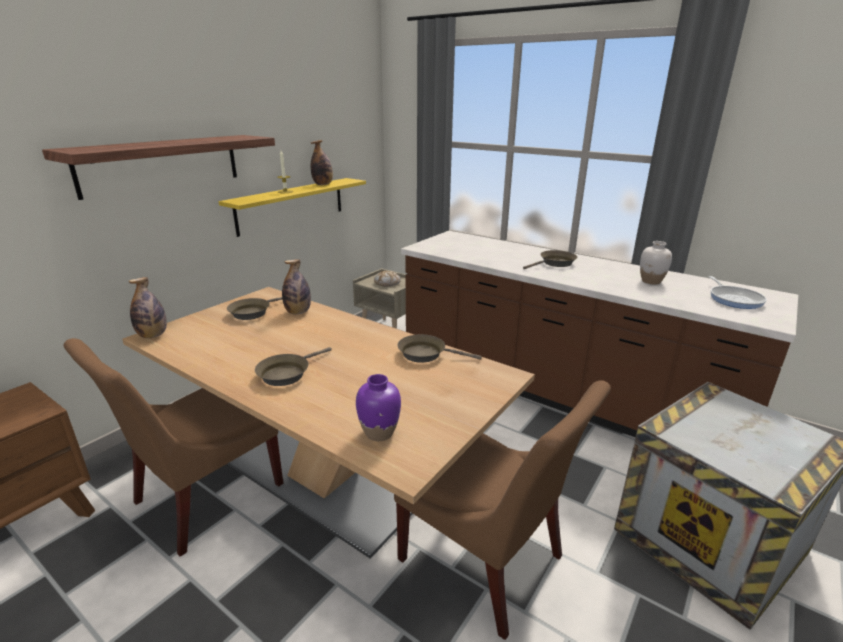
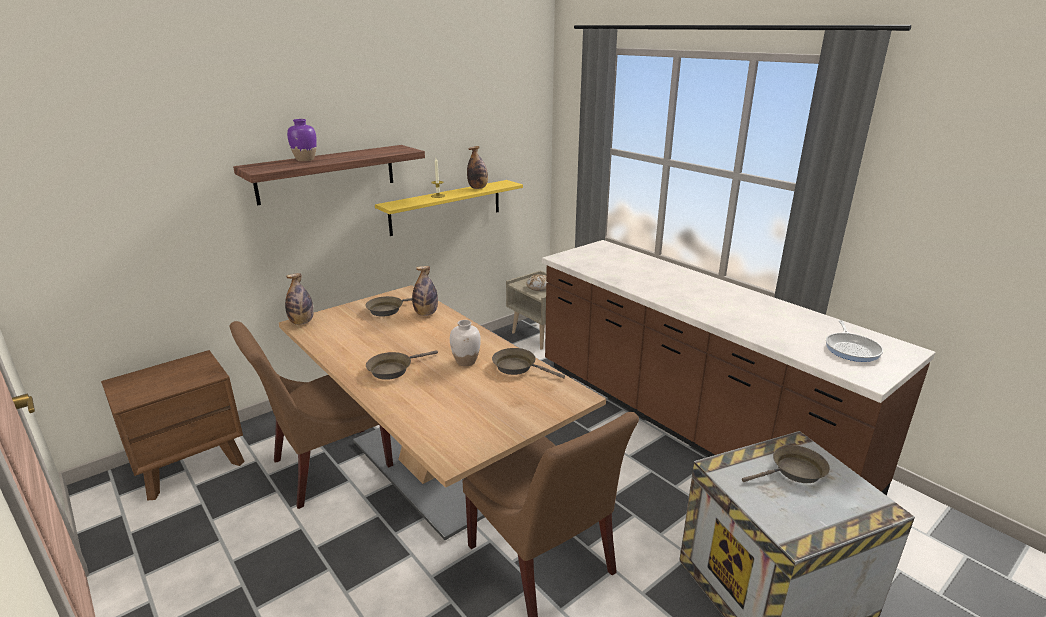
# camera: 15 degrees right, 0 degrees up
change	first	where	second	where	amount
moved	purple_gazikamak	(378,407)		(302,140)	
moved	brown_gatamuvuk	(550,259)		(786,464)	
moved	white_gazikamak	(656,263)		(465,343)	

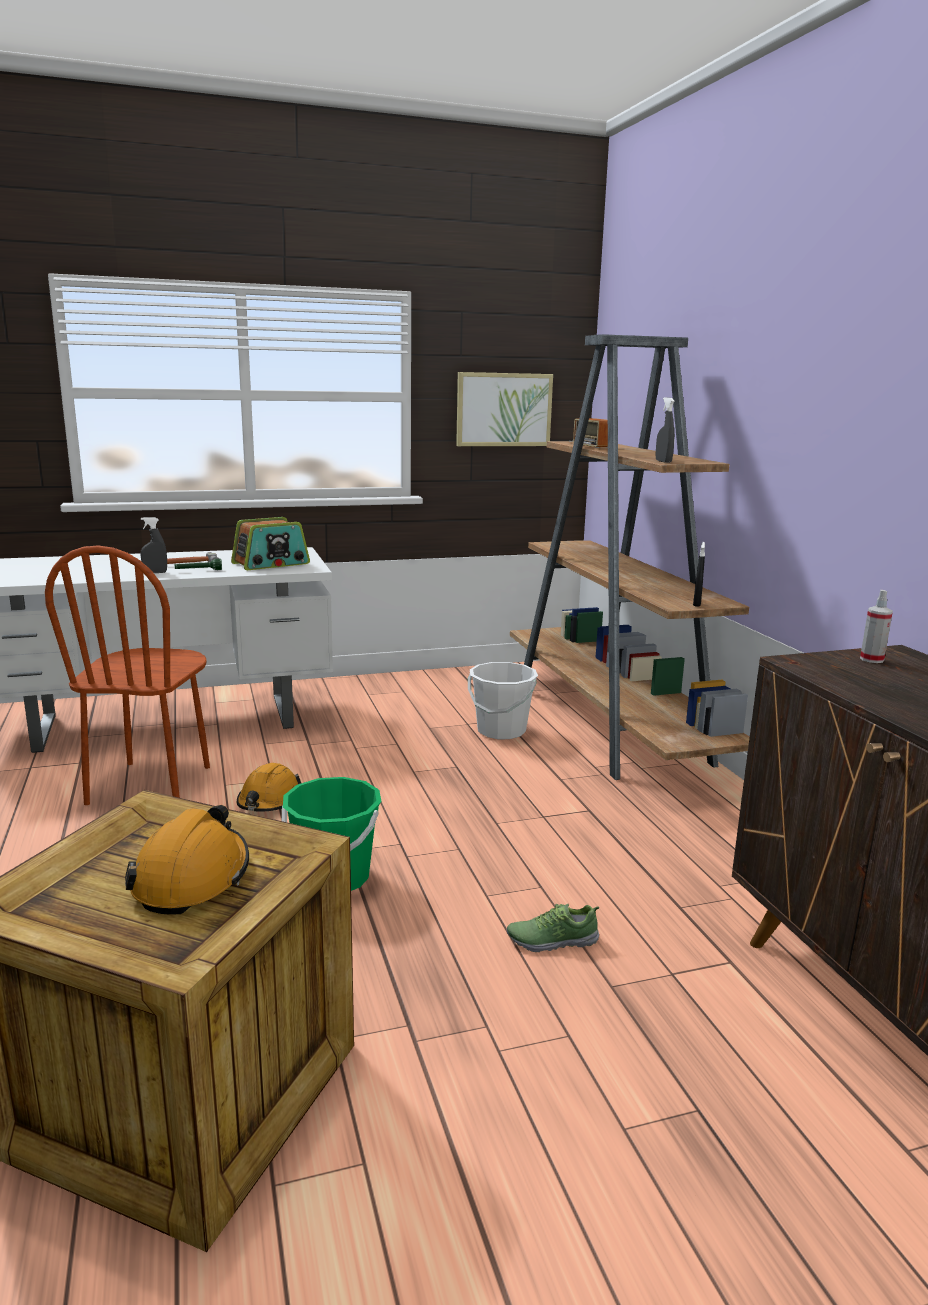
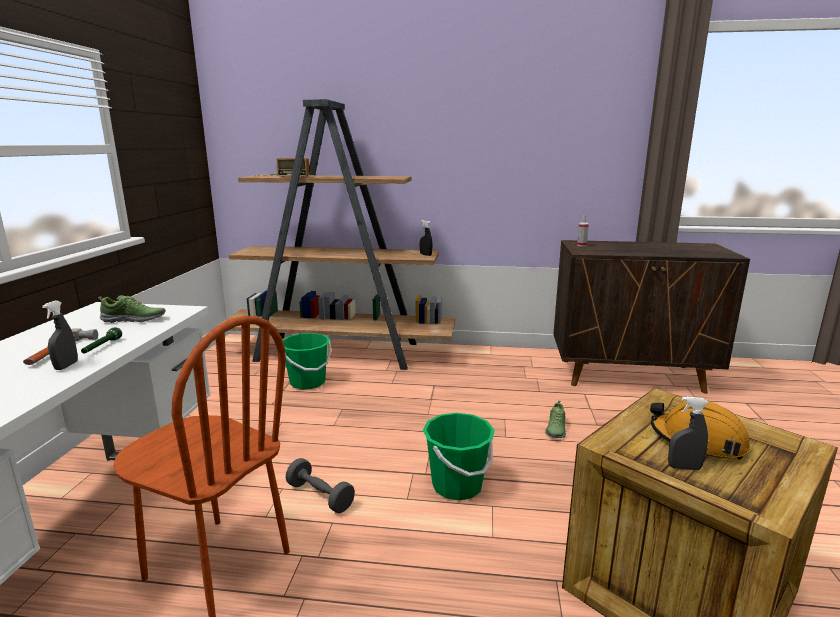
# camera: 65 degrees left, 0 degrees up
change	first	where	second	where	amount
replaced	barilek	(270,543)	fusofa	(132,309)	
replaced	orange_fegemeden	(269,787)	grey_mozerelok	(320,485)	
removed	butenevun	(504,409)			
recoloured	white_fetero	(503,700)	green_fetero	(307,361)	
moved	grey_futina	(665,430)		(688,433)	

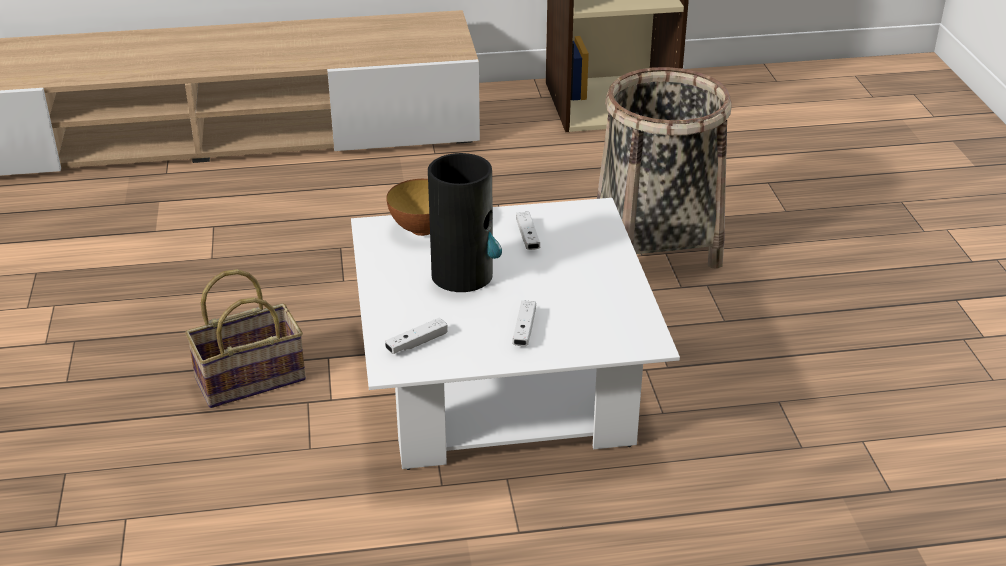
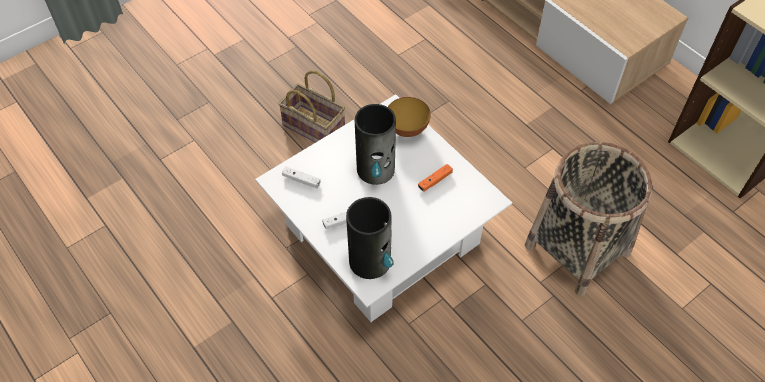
# camera: 60 degrees right, 20 degrees up
change	first	where	second	where	amount
recoloured	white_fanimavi	(528,231)	orange_fanimavi	(435,178)	
added			gazikamak	(370,238)	

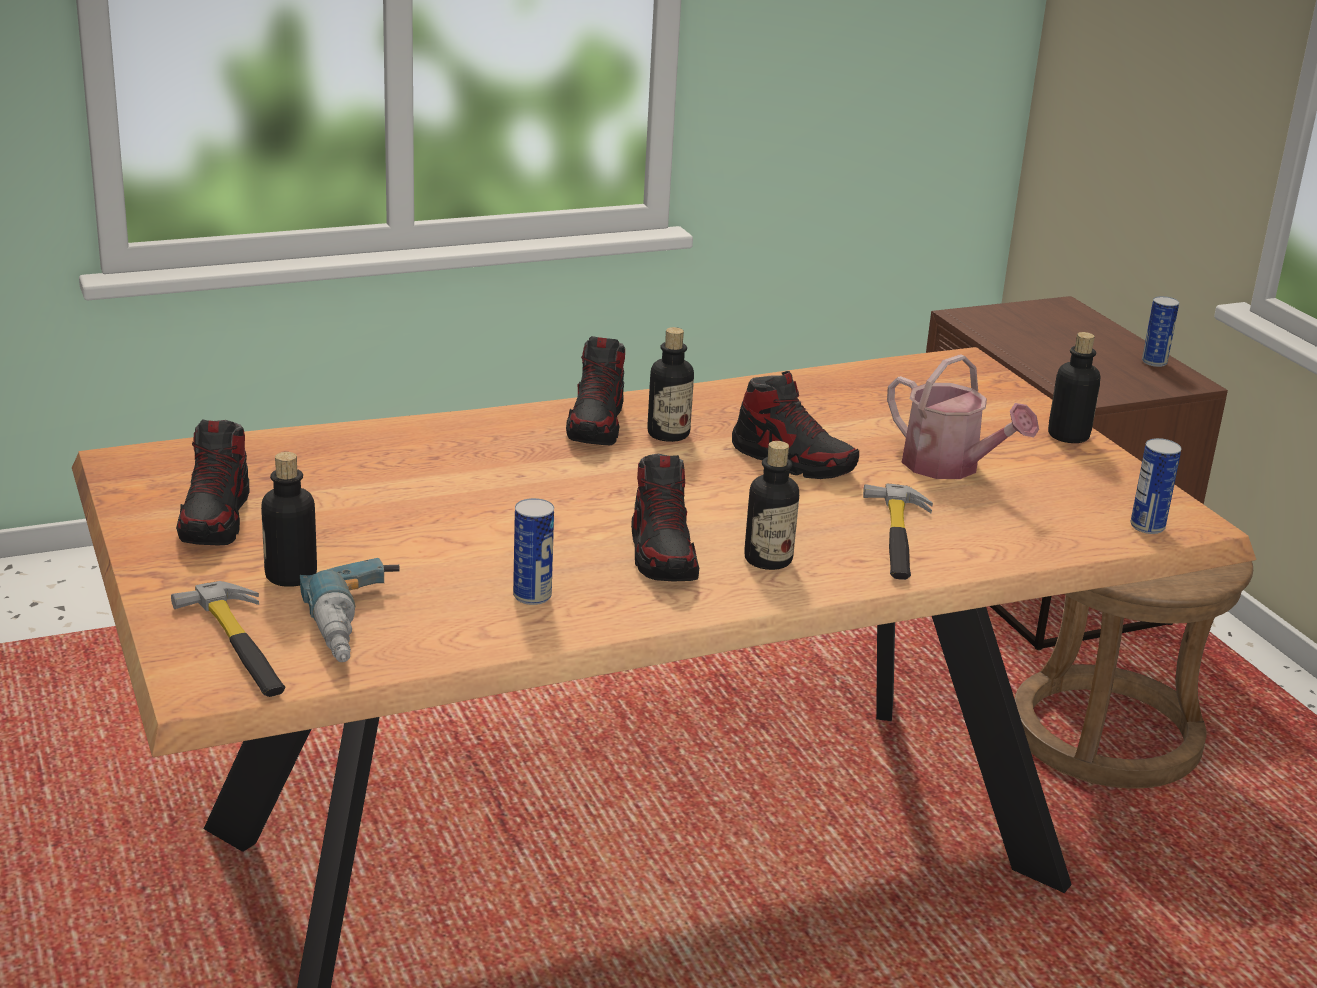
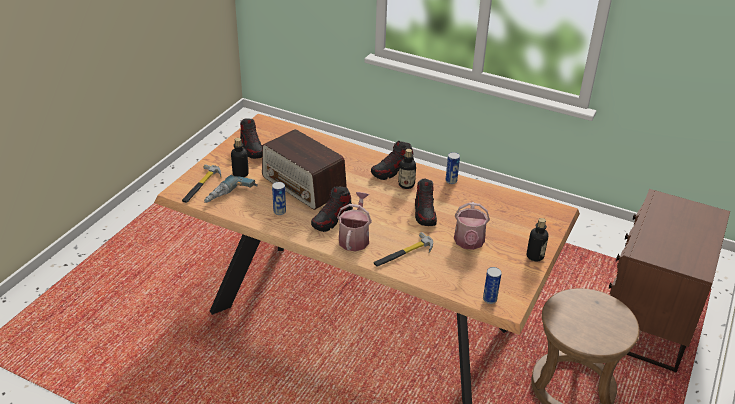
# camera: 50 degrees right, 10 degrees up
change	first	where	second	where	amount
turned	fusofa	(213,482)		(251,138)	75 degrees counterclockwise
replaced	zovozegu	(771,505)	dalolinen	(354,222)	
moved	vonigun	(1160,331)		(453,168)	
added			barilek	(304,169)	

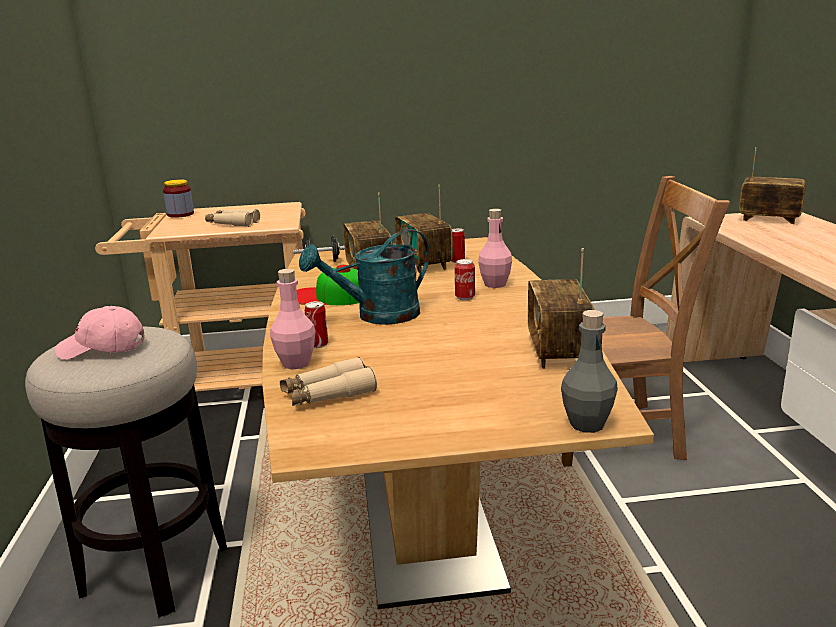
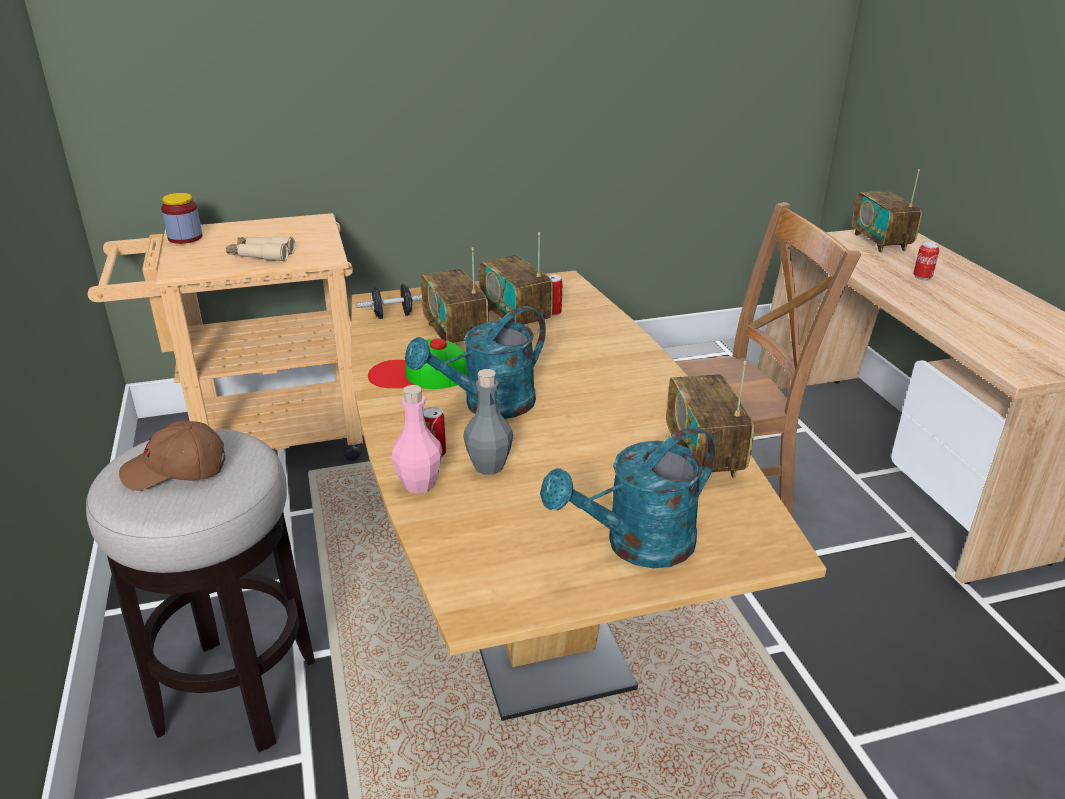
# camera: 10 degrees left, 10 degrees up
change	first	where	second	where	amount
recoloured	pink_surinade	(100,333)	brown_surinade	(172,456)	
removed	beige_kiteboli	(328,381)			
moved	vonigun	(465,279)		(926,261)	
removed	pink_zovozegu	(495,248)			
moved	grey_zovozegu	(589,371)		(488,422)	
turned	barilek	(772,185)		(887,211)	120 degrees counterclockwise
added			turquoise_dalolinen	(628,497)	

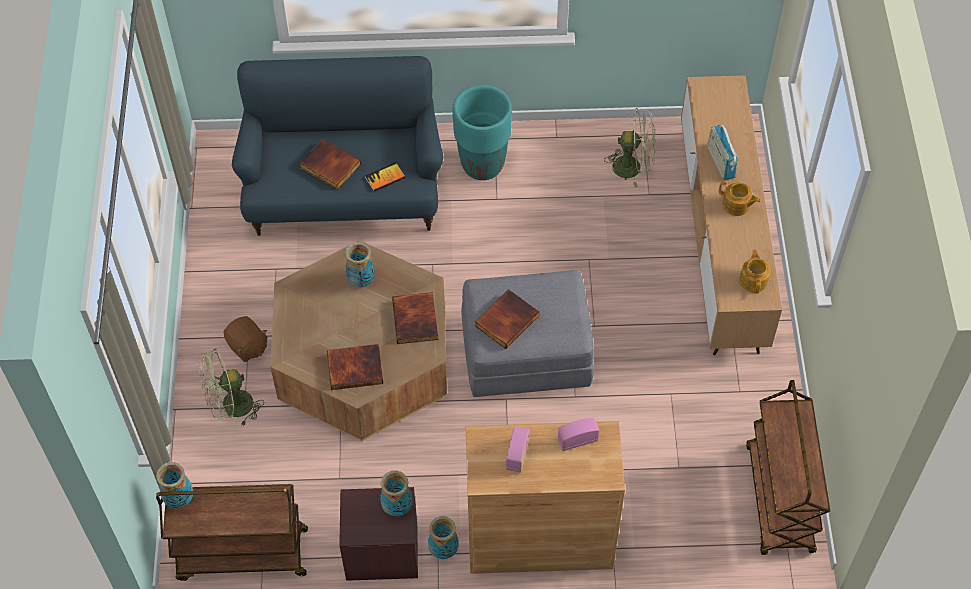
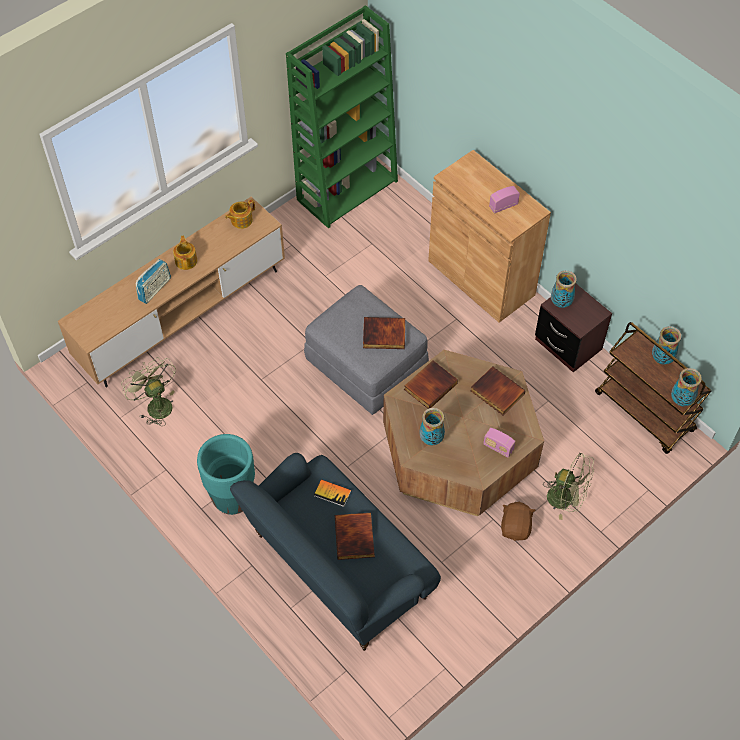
# camera: 130 degrees left, 0 degrees up
change	first	where	second	where	amount
moved	gazikamak	(443,537)		(666,345)	
moved	barilek	(578,434)		(499,443)	
replaced	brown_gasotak	(788,467)	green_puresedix	(342,116)	

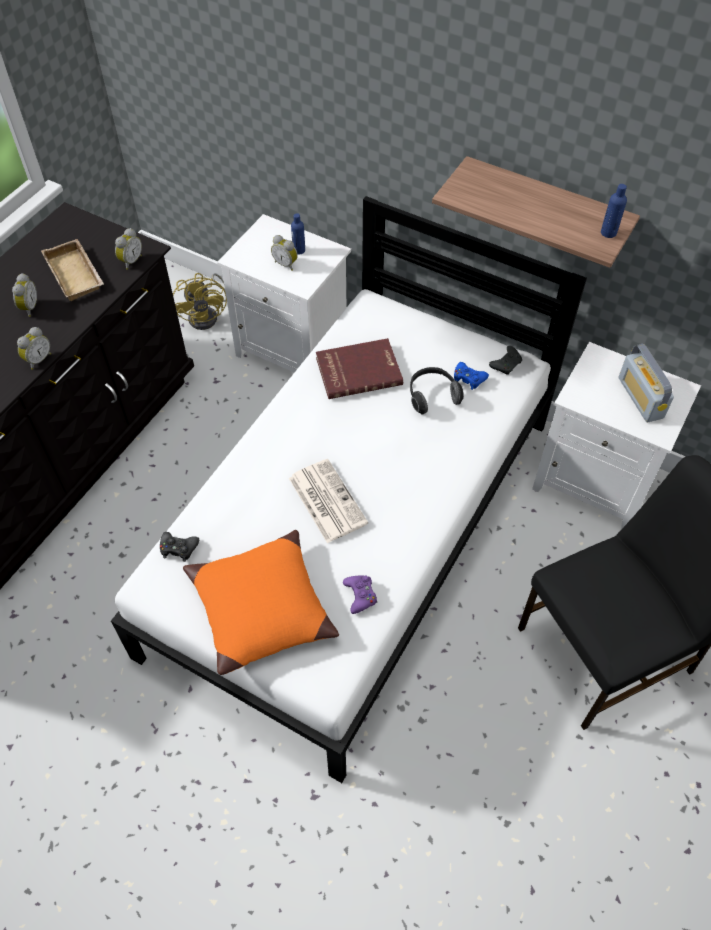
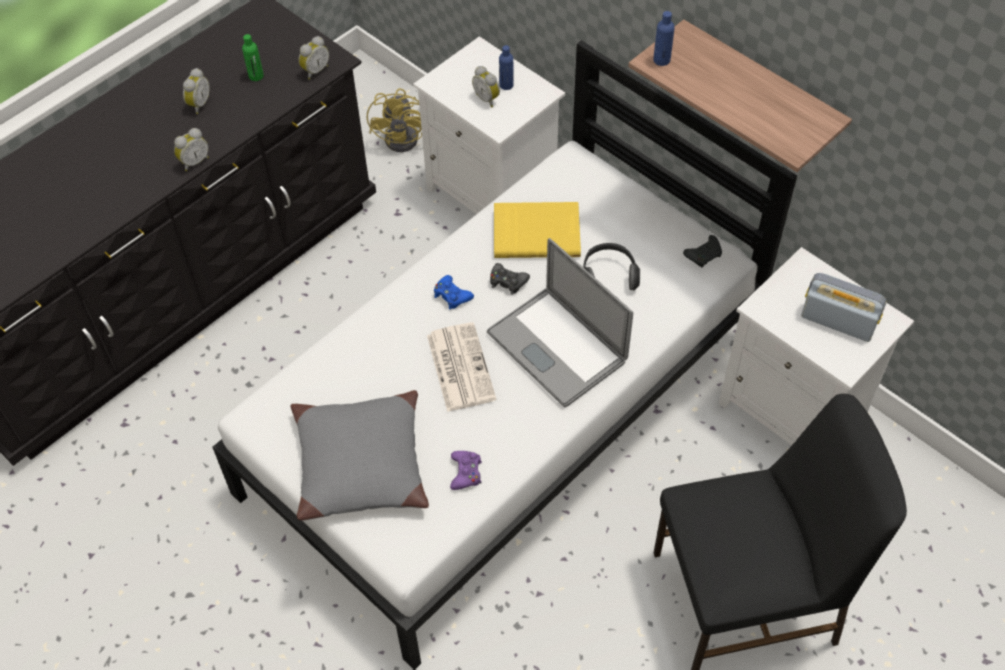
# camera: 15 degrees right, 0 degrees up
change	first	where	second	where	amount
replaced	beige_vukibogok	(72,270)	green_zovozegu	(253,57)	
moved	black_fanimavi	(179,547)		(510,279)	
recoloured	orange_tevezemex	(261,602)	grey_tevezemex	(359,455)	
recoloured	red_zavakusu	(359,368)	yellow_zavakusu	(537,230)	
moved	blue_fanimavi	(471,376)		(454,292)	
moved	blue_zovozegu	(614,211)		(664,38)	
turned	barilek	(646,383)		(844,307)	120 degrees clockwise
added			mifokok	(560,323)	

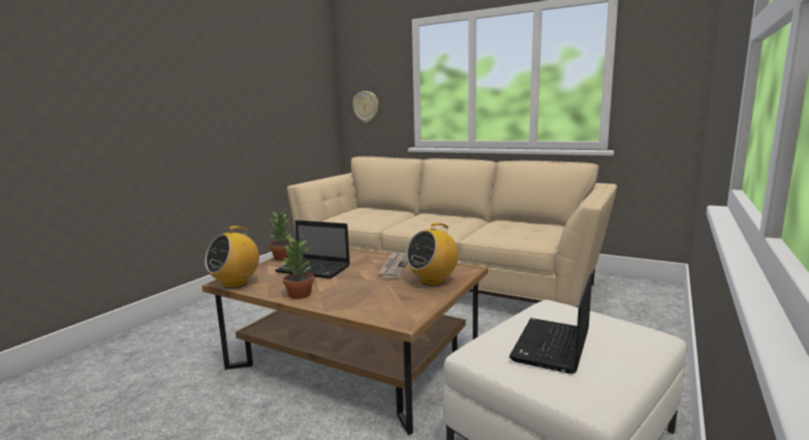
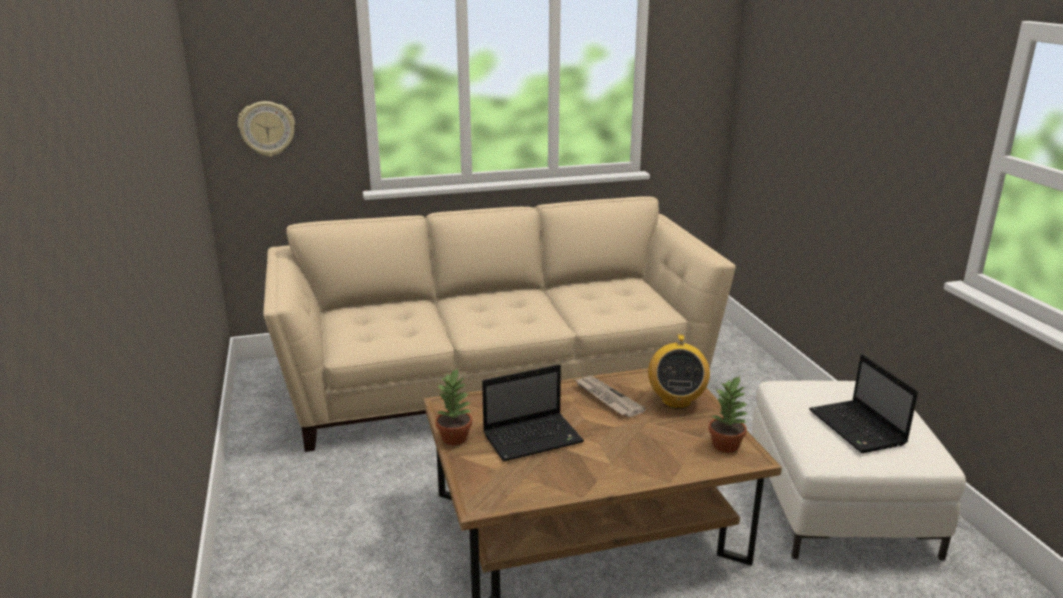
# camera: 45 degrees left, 10 degrees up
change	first	where	second	where	amount
removed	barilek	(232,257)			
moved	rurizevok	(297,267)		(728,414)	

